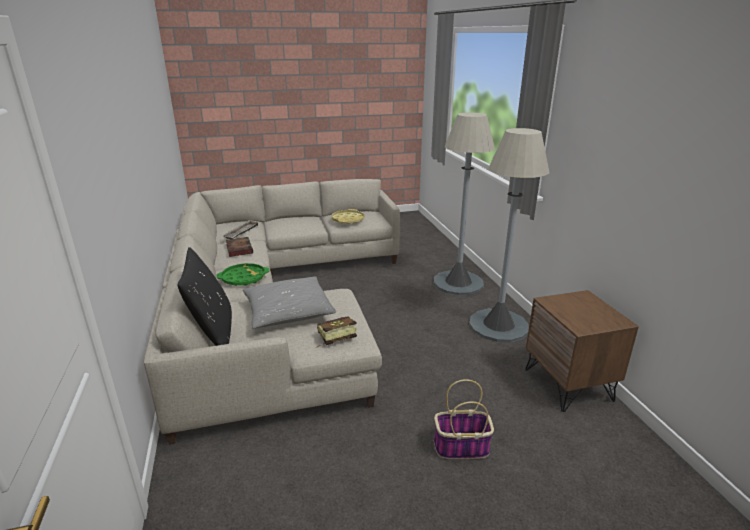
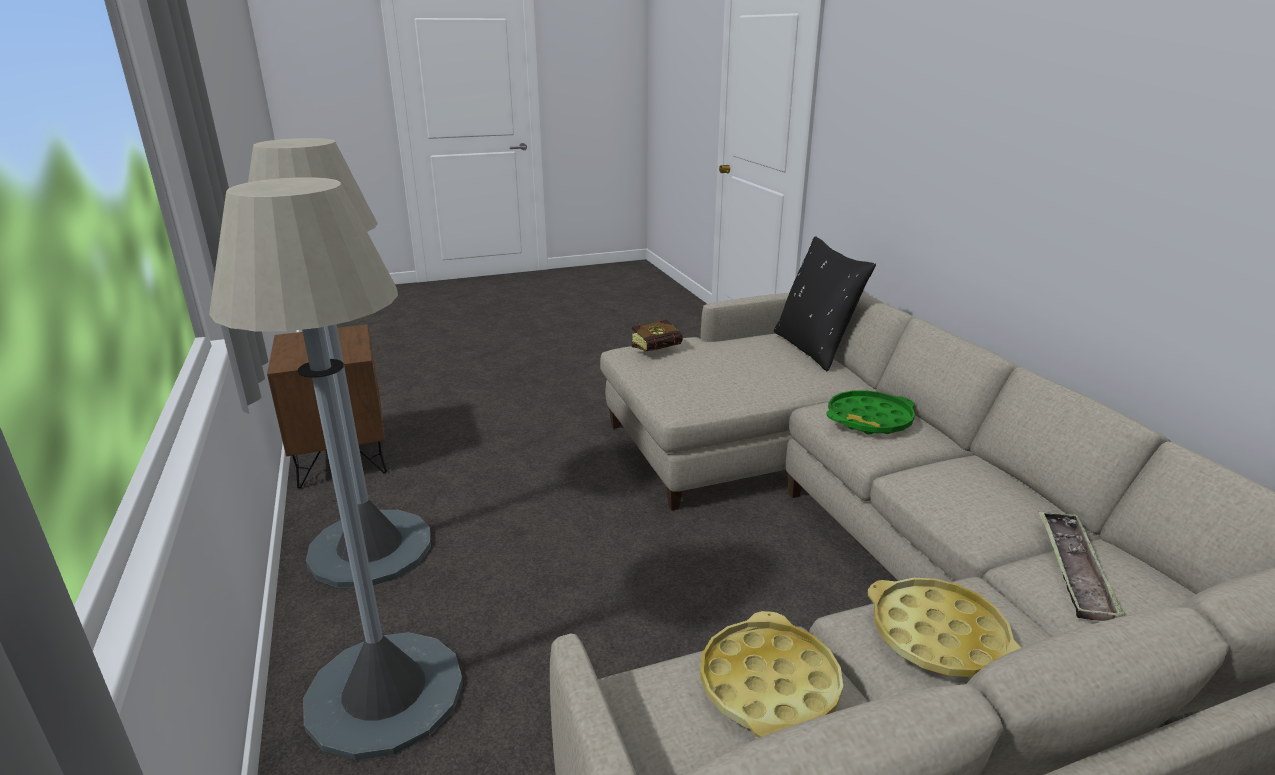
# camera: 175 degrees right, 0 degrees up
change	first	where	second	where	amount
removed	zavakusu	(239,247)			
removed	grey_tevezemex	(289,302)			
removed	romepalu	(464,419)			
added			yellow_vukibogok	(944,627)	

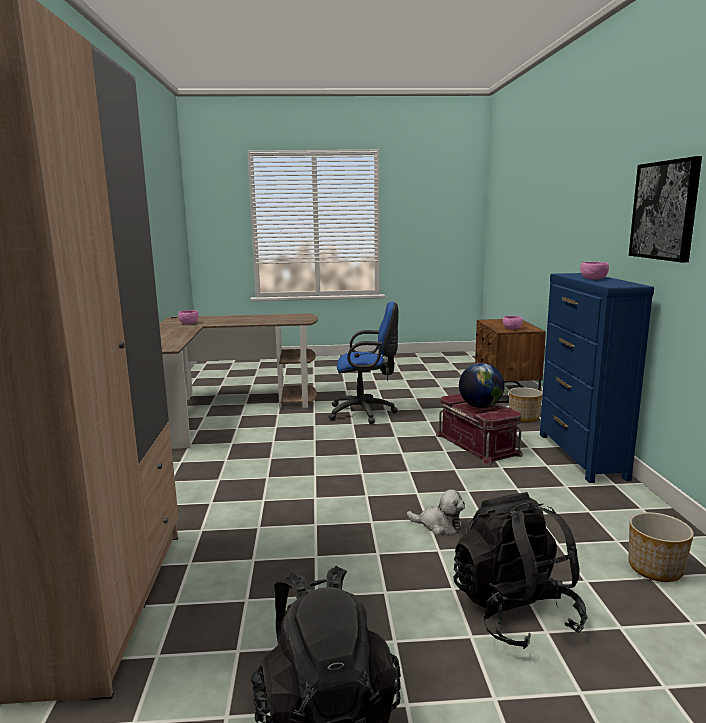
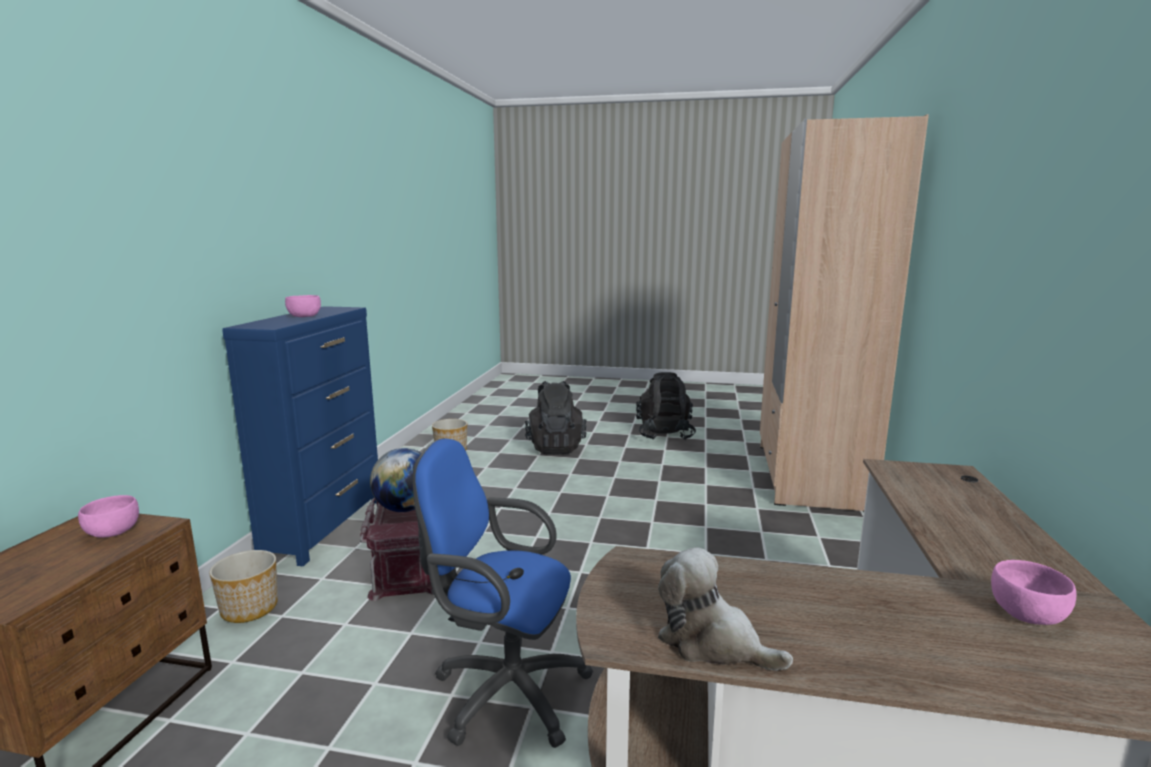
# camera: 165 degrees left, 0 degrees up
change	first	where	second	where	amount
moved	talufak	(436,512)		(725,609)	
removed	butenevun	(665,209)			

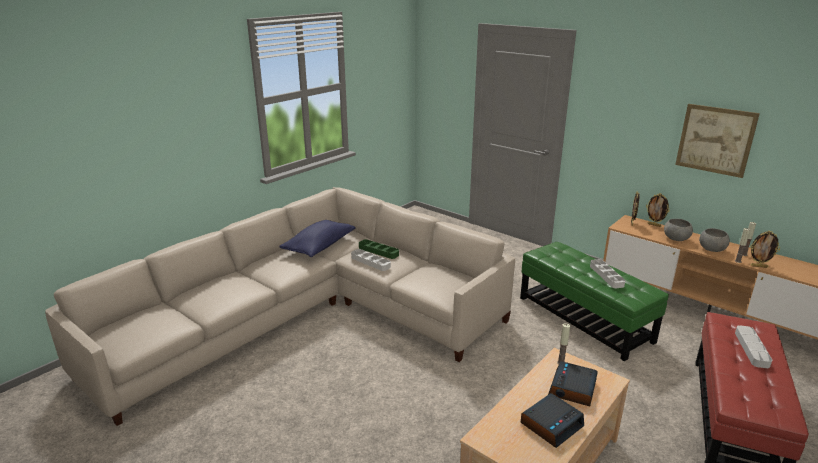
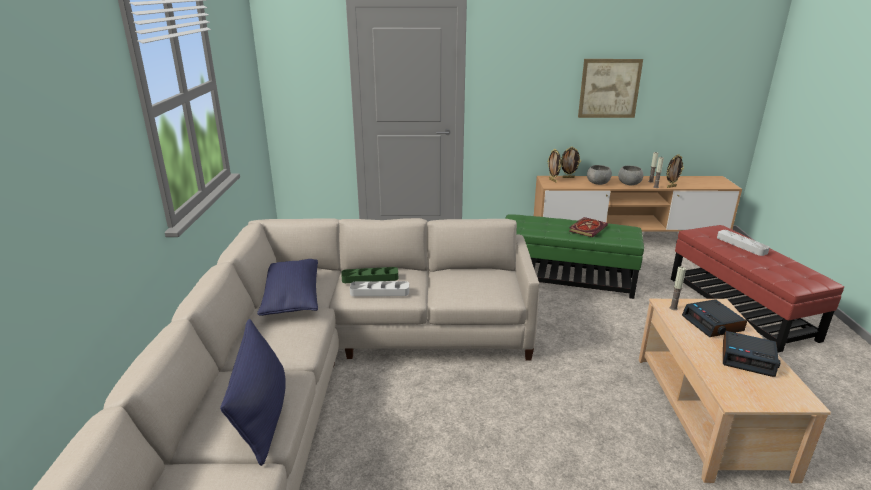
# camera: 40 degrees left, 0 degrees up
change	first	where	second	where	amount
turned	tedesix	(552,420)		(751,354)	105 degrees clockwise
replaced	grey_vukibogok	(607,273)	zavakusu	(588,227)	
added			blue_tevezemex	(253,392)	

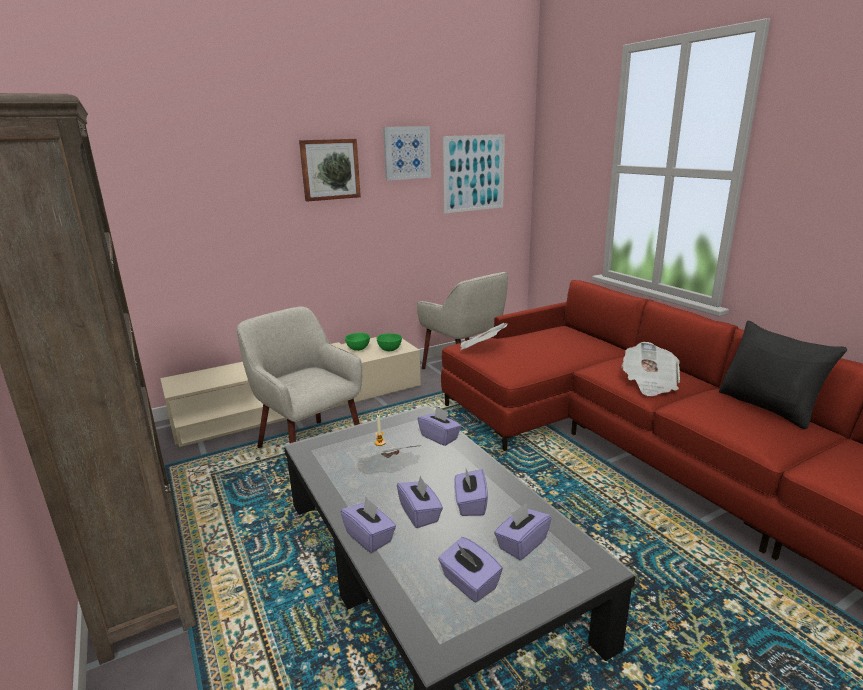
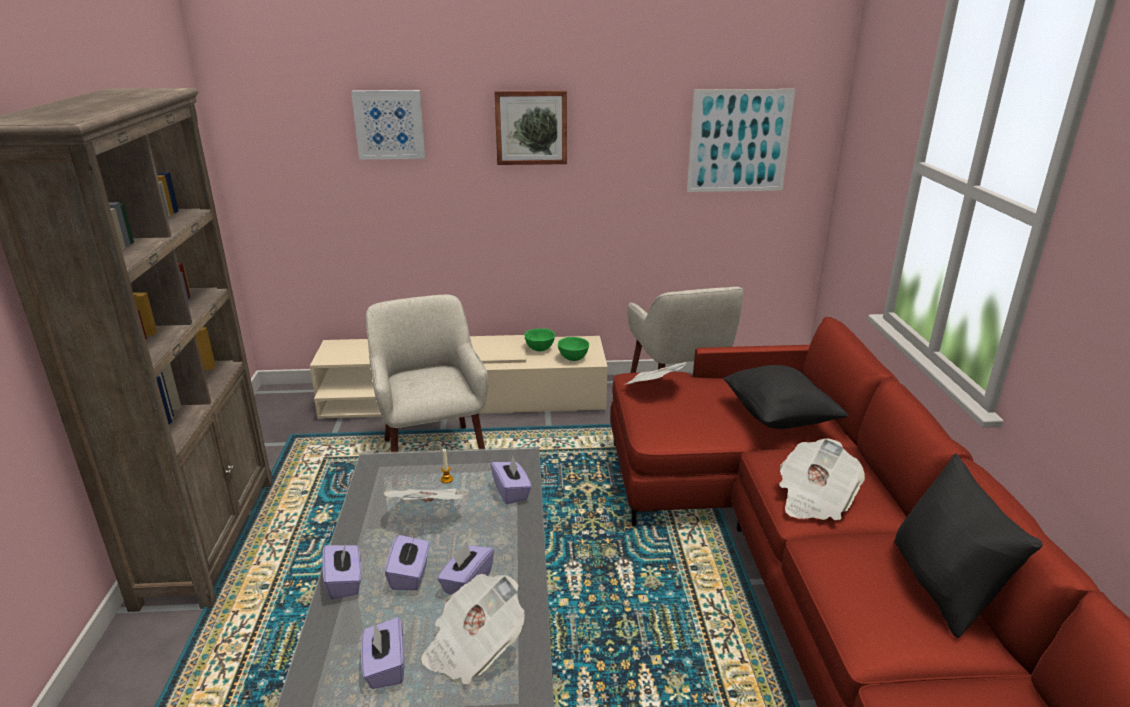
# camera: 25 degrees right, 5 degrees up
change	first	where	second	where	amount
moved	butenevun	(407,153)		(388,125)	
replaced	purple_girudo	(523,531)	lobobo	(473,629)	
added			black_tevezemex	(786,397)	

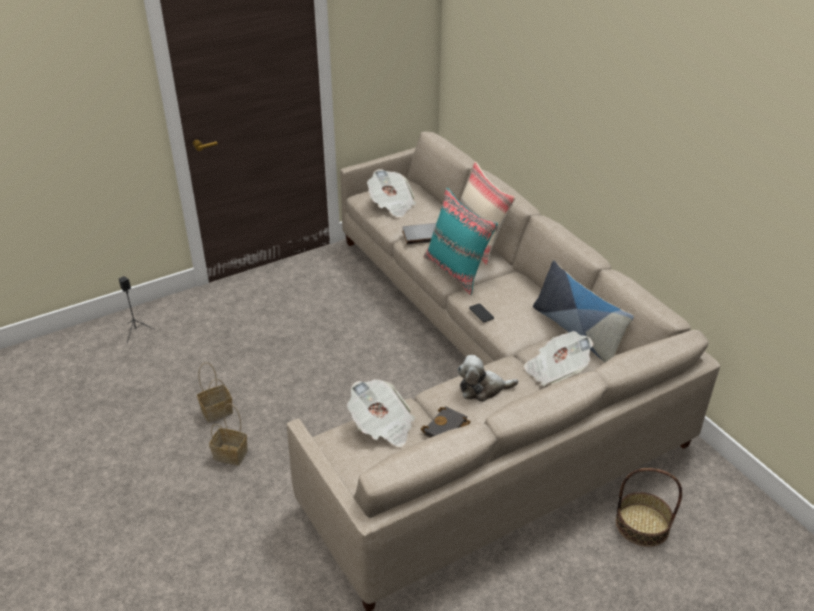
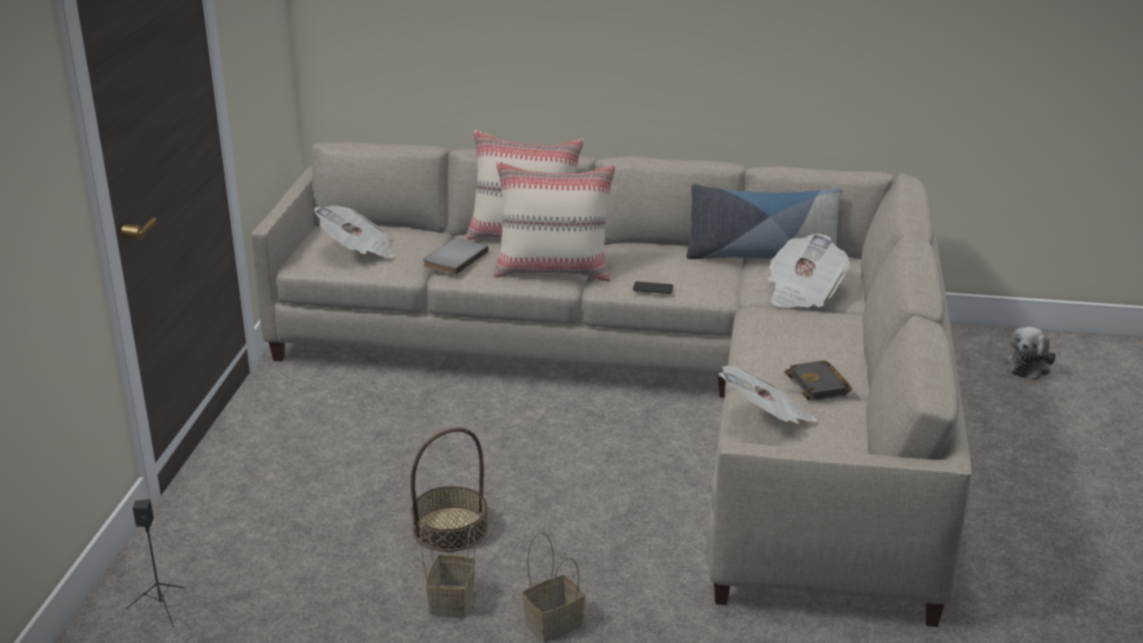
# camera: 50 degrees left, 10 degrees down
change	first	where	second	where	amount
recoloured	turquoise_tevezemex	(461,241)	beige_tevezemex	(555,221)	
moved	talufak	(488,378)		(1030,353)	
moved	romepalu	(649,507)		(449,489)	

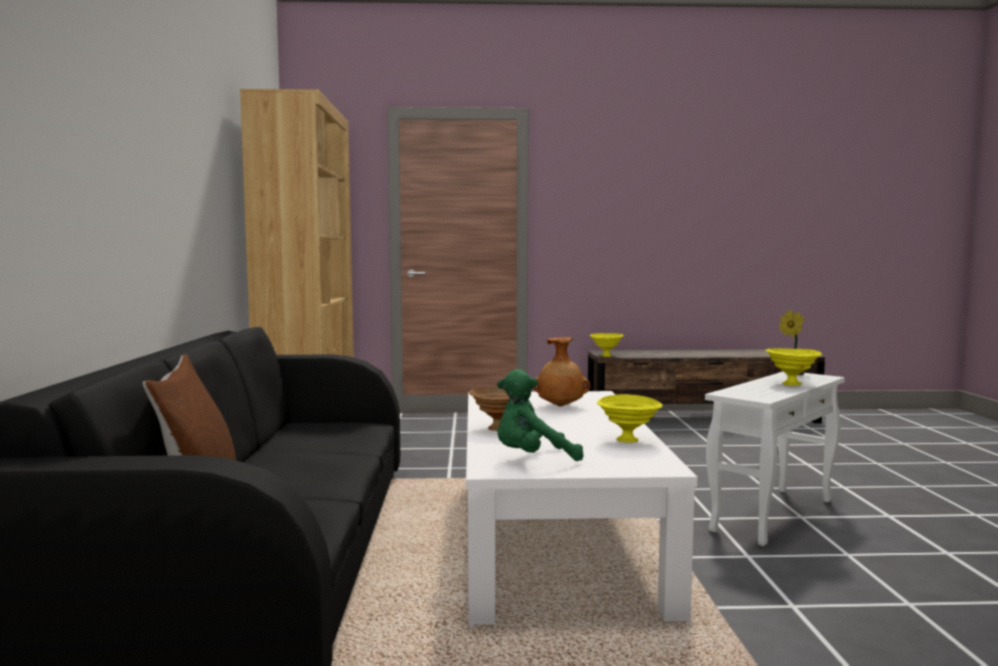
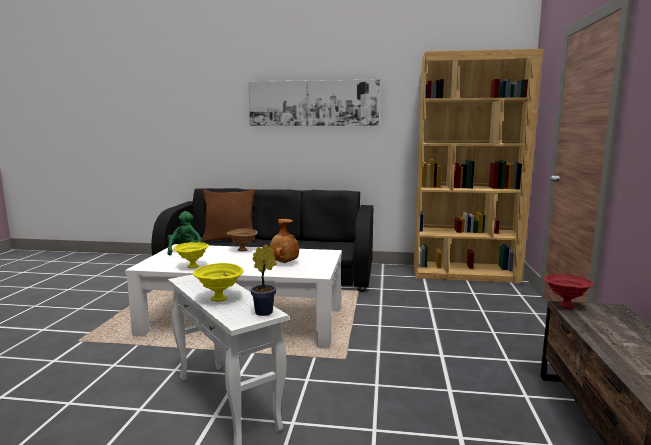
# camera: 100 degrees right, 5 degrees up
change	first	where	second	where	amount
recoloured	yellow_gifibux	(607,345)	red_gifibux	(569,291)	
added			butenevun	(314,102)	

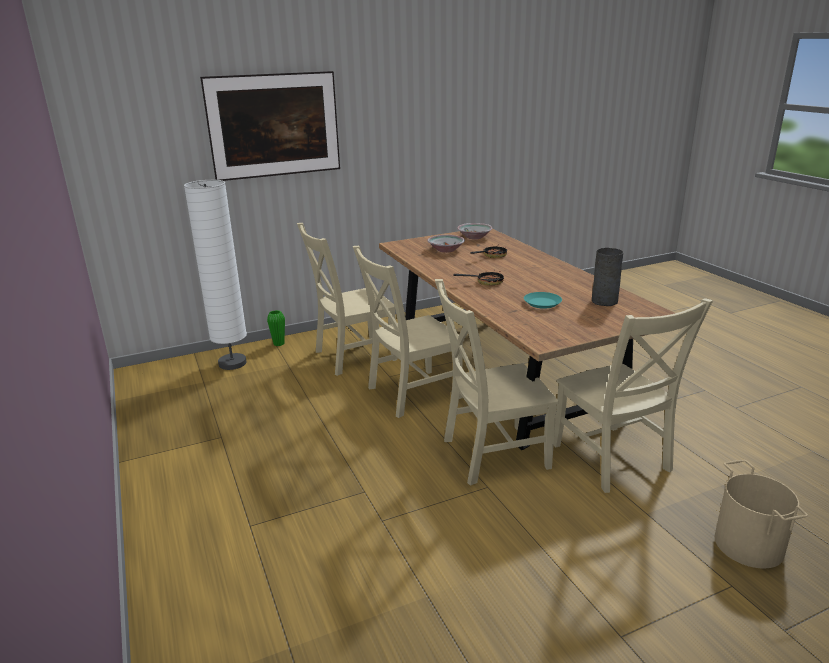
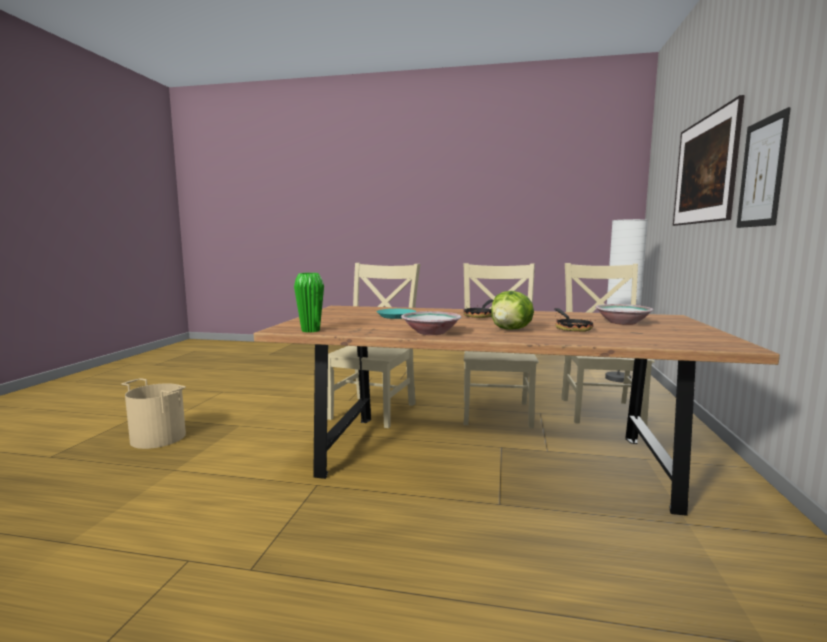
# camera: 125 degrees right, 15 degrees down
change	first	where	second	where	amount
moved	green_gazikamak	(276,328)		(309,302)	
moved	gifibux	(474,231)		(431,323)	
removed	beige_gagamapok	(633,395)			
removed	grey_gazikamak	(607,277)			
added			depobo	(512,310)	
added			butenevun	(763,167)	

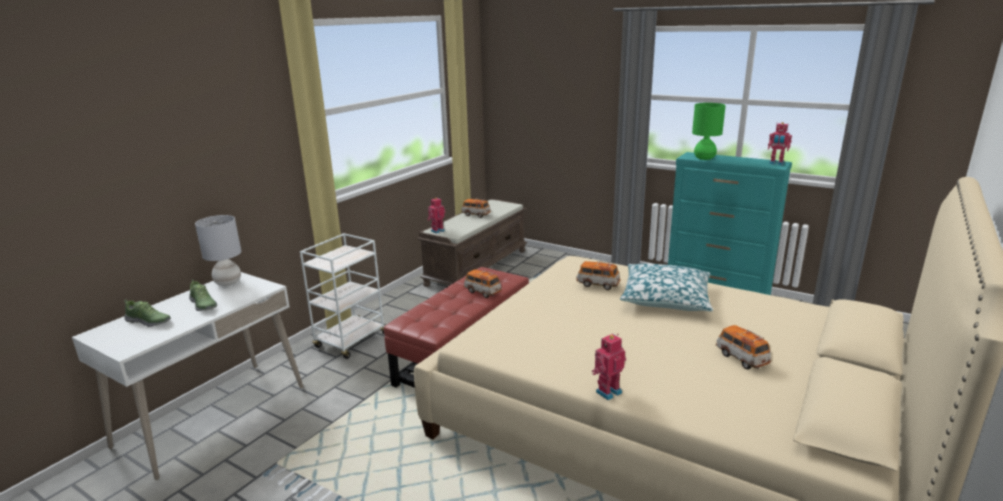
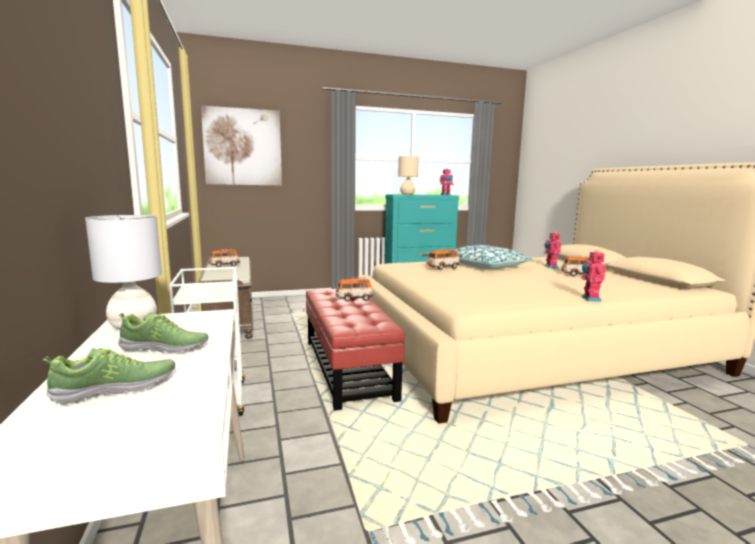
# camera: 50 degrees left, 10 degrees down
change	first	where	second	where	amount
moved	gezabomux	(436,215)		(552,250)	
recoloured	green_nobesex	(709,131)	beige_nobesex	(408,175)	
added			butenevun	(241,146)	

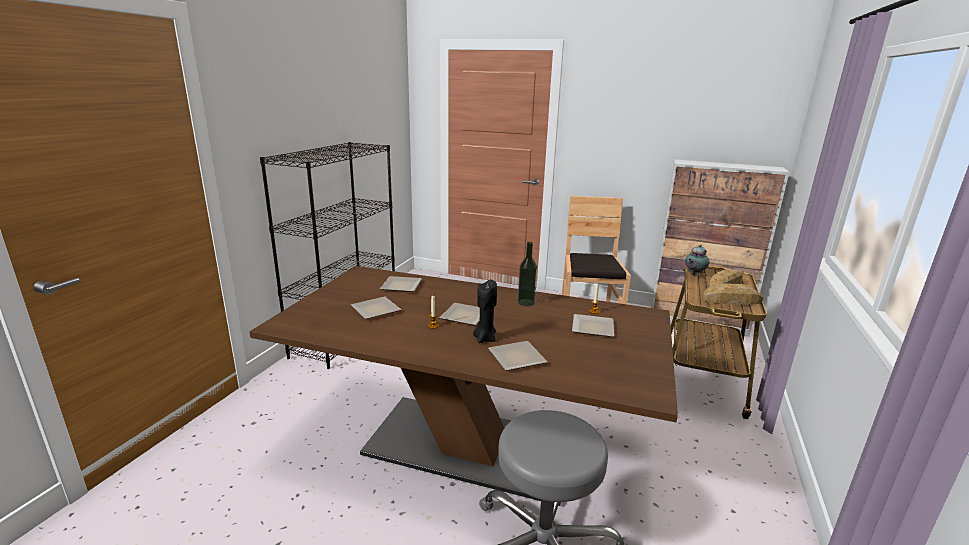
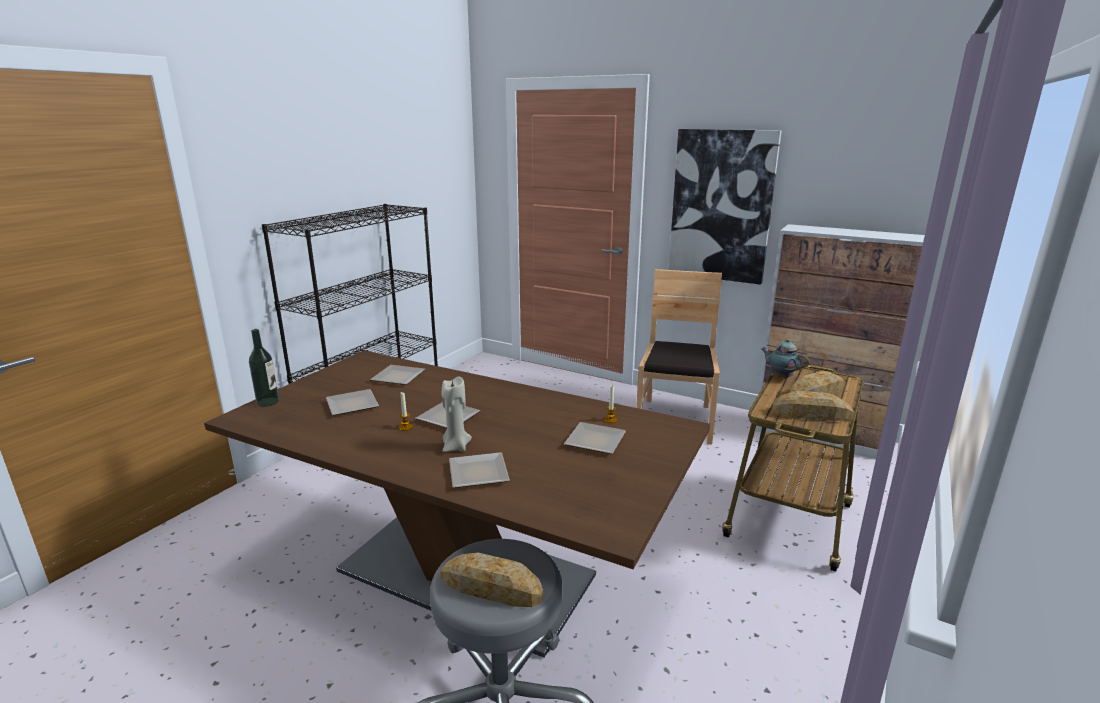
# camera: 10 degrees right, 0 degrees up
change	first	where	second	where	amount
recoloured	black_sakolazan	(485,311)	beige_sakolazan	(457,414)	
moved	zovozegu	(527,274)		(264,368)	
turned	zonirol	(697,259)		(785,359)	75 degrees clockwise
added			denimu	(491,580)	
added			butenevun	(725,207)	

